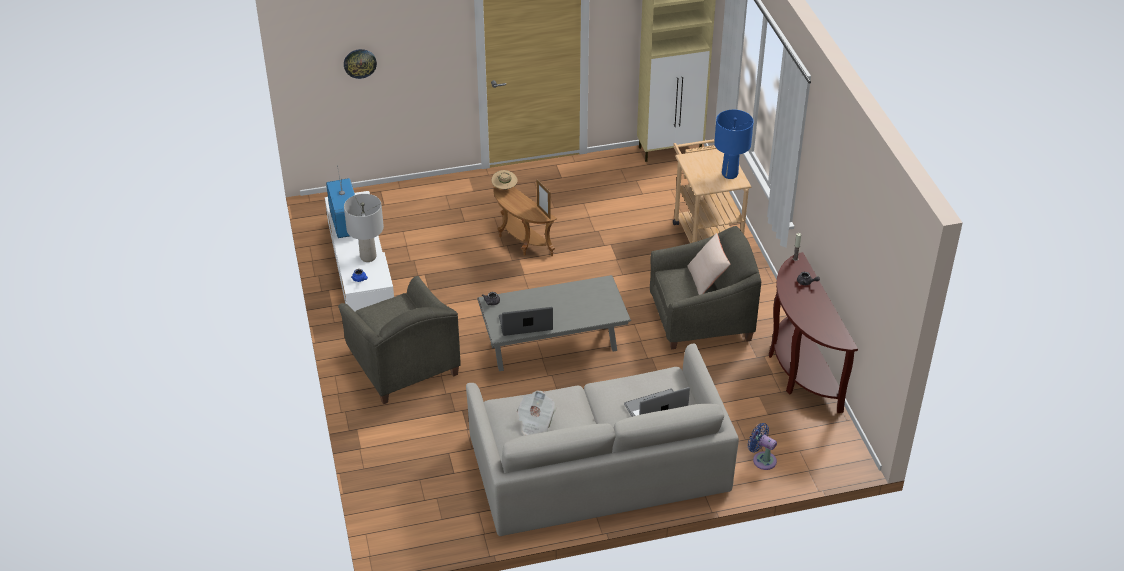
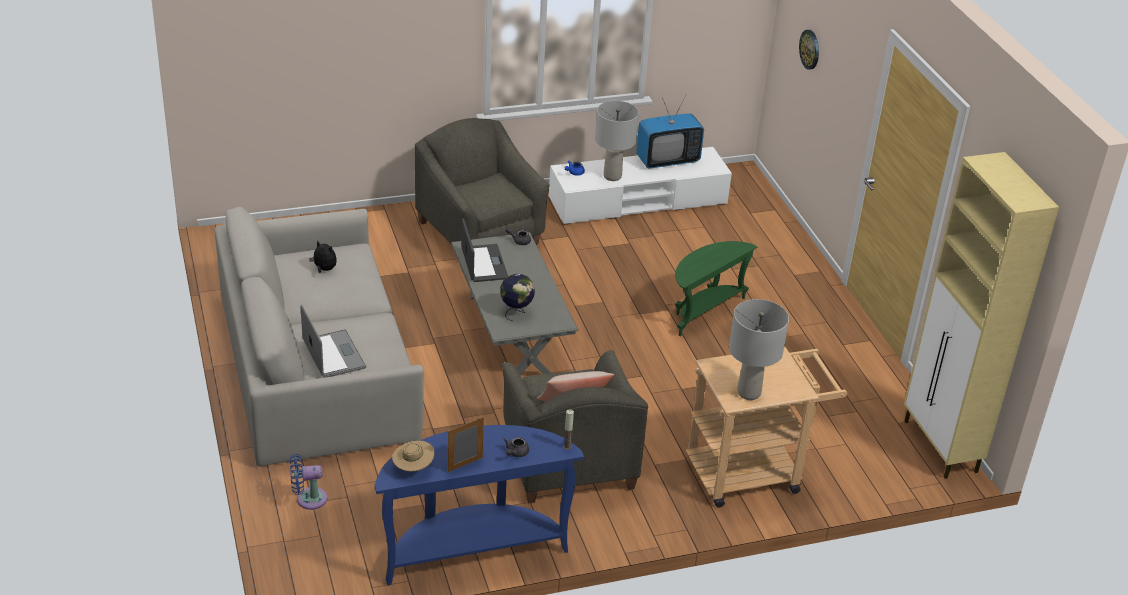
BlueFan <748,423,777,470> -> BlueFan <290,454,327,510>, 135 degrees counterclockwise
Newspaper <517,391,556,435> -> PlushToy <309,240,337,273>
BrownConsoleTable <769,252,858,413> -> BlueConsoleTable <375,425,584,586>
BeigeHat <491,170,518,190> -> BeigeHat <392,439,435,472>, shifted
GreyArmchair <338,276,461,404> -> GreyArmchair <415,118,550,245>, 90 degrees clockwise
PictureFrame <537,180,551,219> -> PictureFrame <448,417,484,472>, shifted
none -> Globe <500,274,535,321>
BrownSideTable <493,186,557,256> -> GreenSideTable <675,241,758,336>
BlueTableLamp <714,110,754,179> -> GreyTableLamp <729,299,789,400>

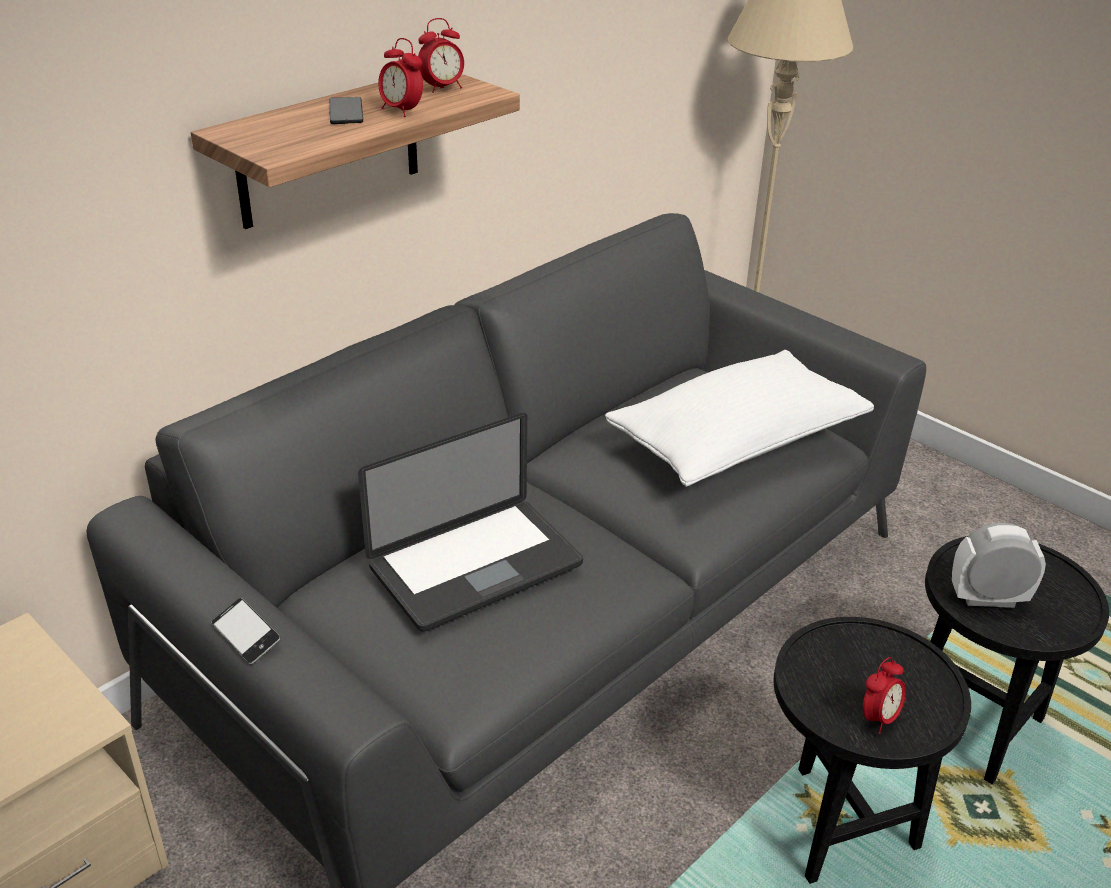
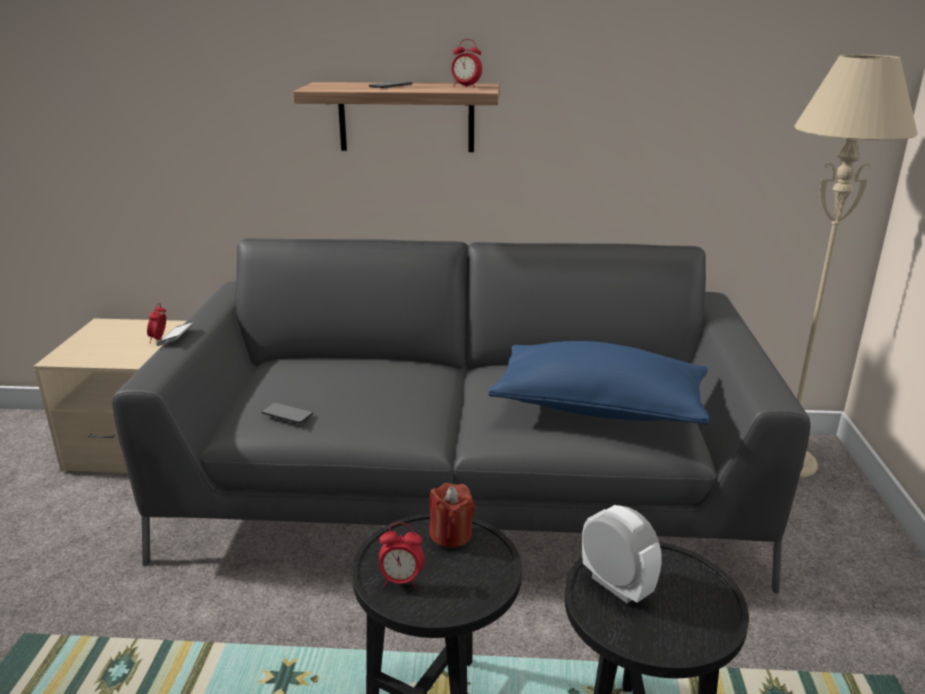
AlarmClock <378,38,423,117> -> AlarmClock <147,303,166,343>, shifted
none -> Phone <261,402,313,424>
none -> RedCandle <429,483,475,548>
WhitePillow <605,350,874,487> -> BluePillow <488,341,710,425>
Laptop <358,413,583,632> -> none

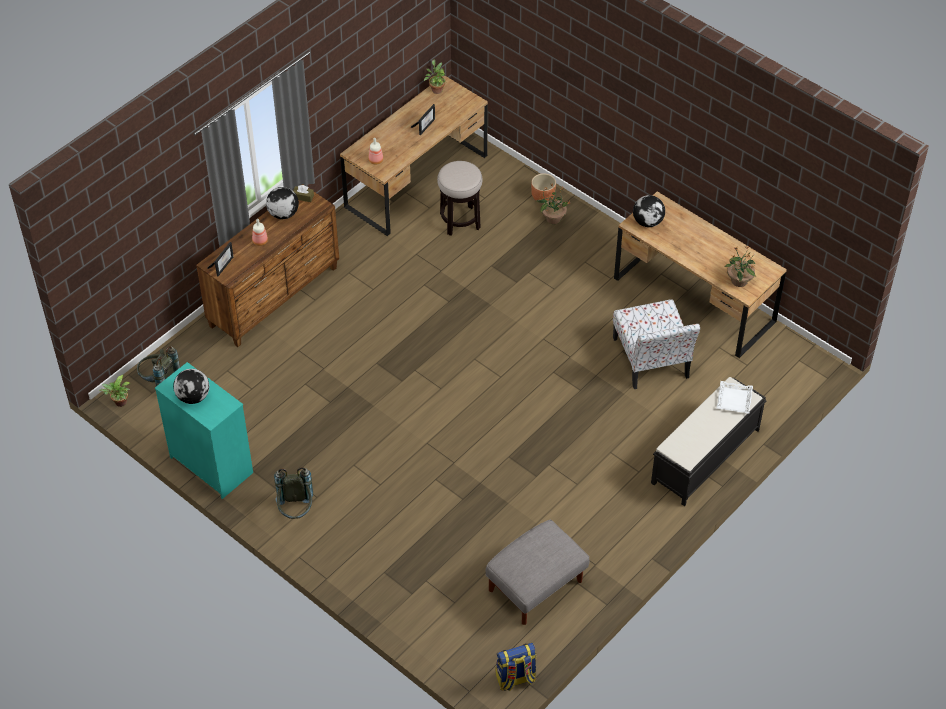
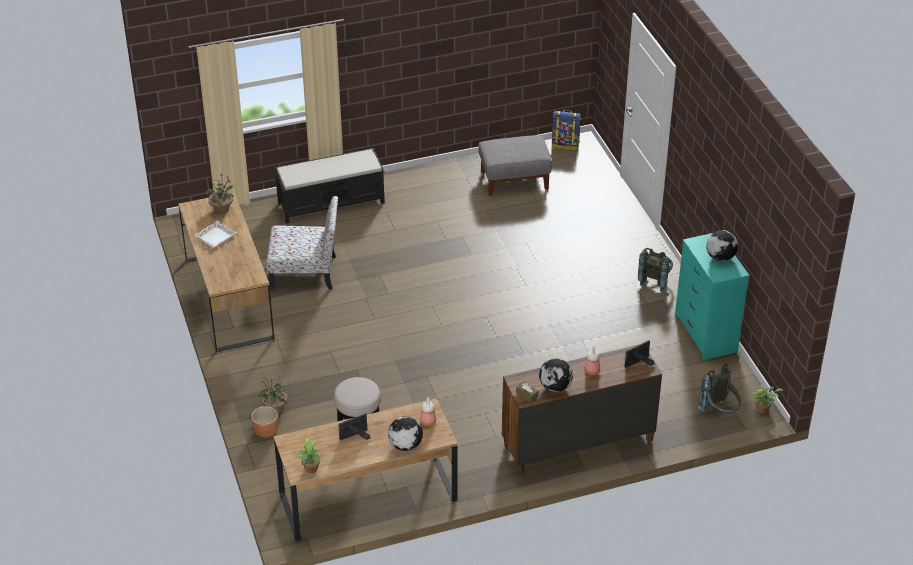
WhiteTray <716,381,753,413> -> WhiteTray <194,221,237,247>, shifted
Chair <613,299,700,389> -> Chair <266,196,338,290>, 75 degrees clockwise
Globe <633,195,665,227> -> Globe <388,416,423,451>, shifted

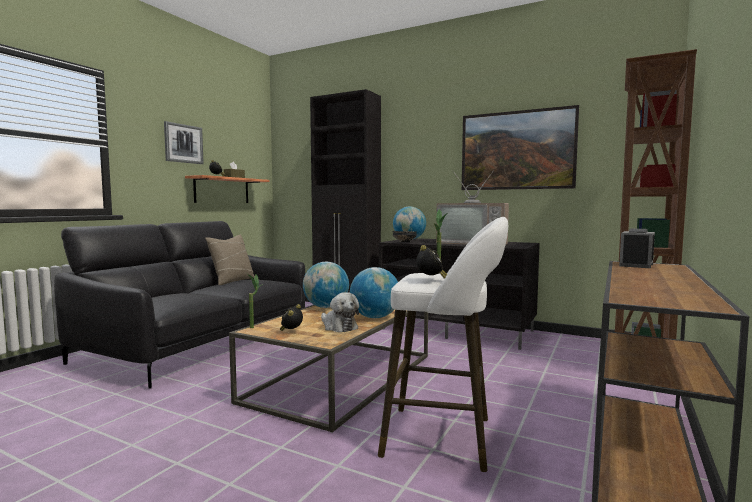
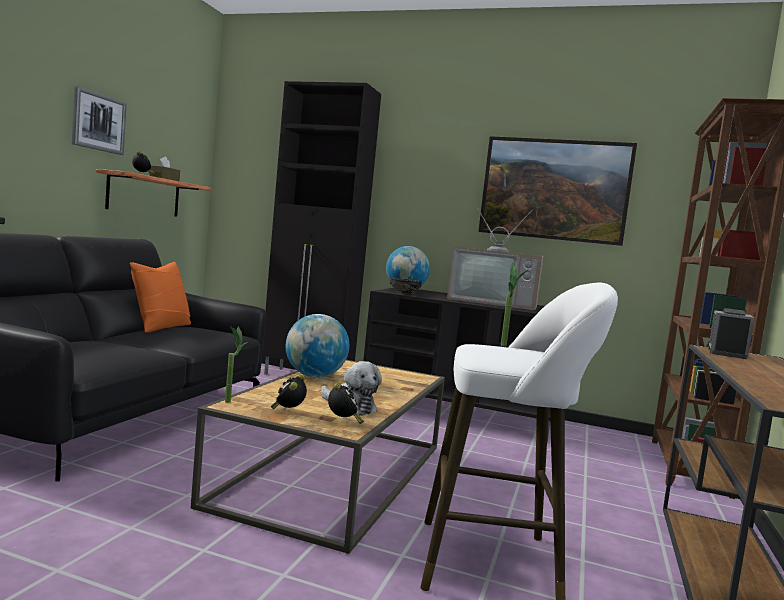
BeigePillow <205,235,255,285> -> OrangePillow <130,262,191,333>
AlarmClock <417,245,447,279> -> AlarmClock <328,383,364,424>, shifted
Globe <350,267,398,318> -> none

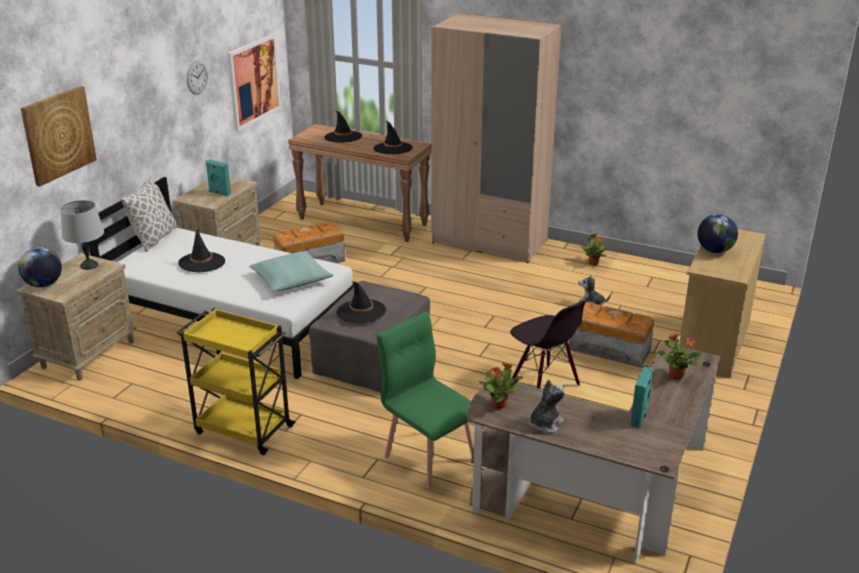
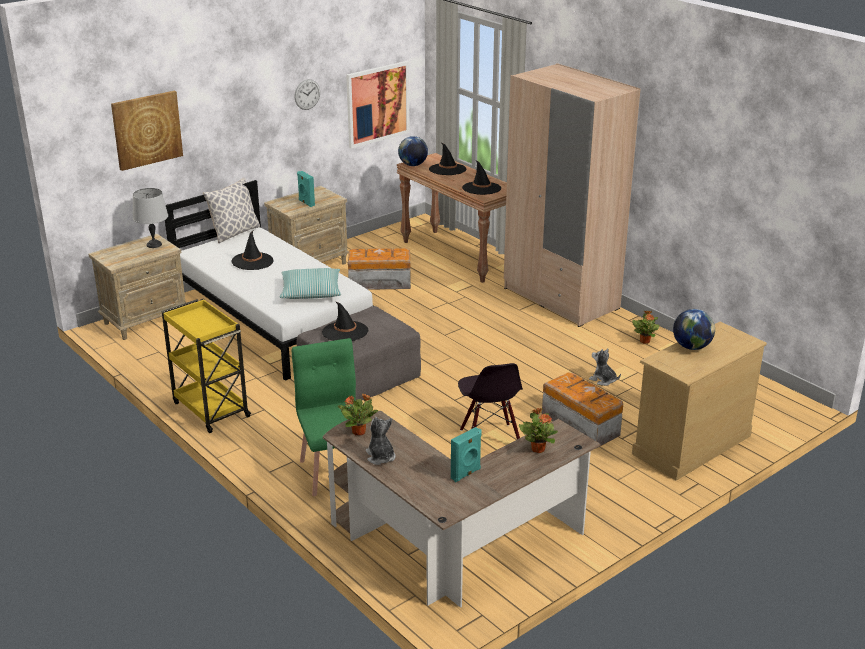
PlushToy <529,380,564,433> -> PlushToy <366,417,396,465>, 90 degrees counterclockwise
Globe <18,247,62,287> -> Globe <398,136,428,166>, shifted

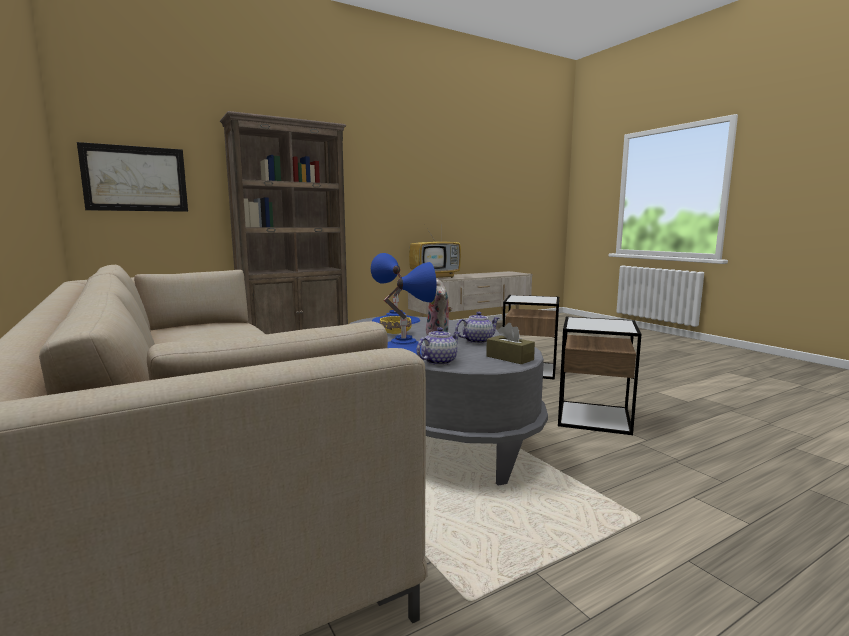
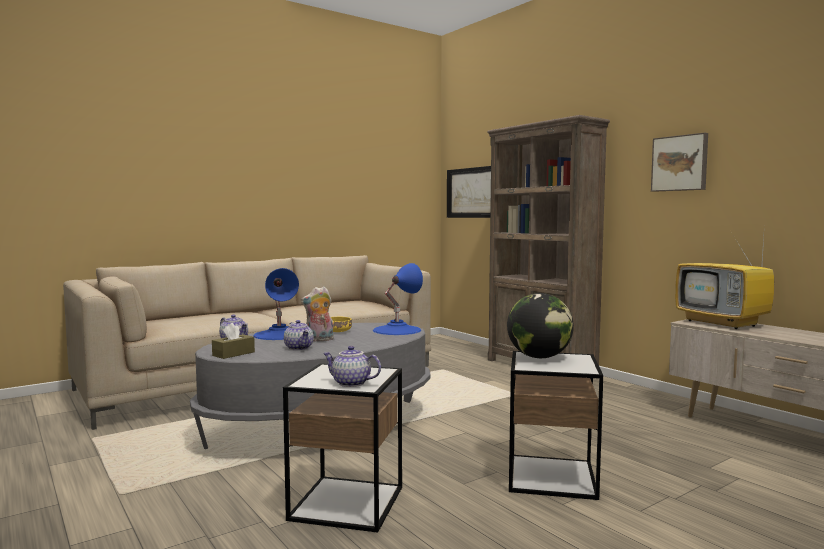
none -> Teapot <323,346,381,387>
none -> Globe <507,293,574,358>
none -> Picture <651,133,708,192>

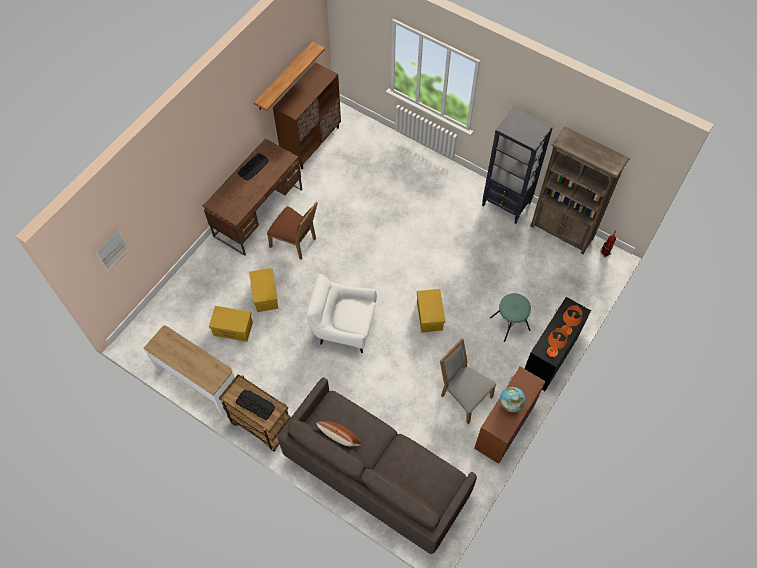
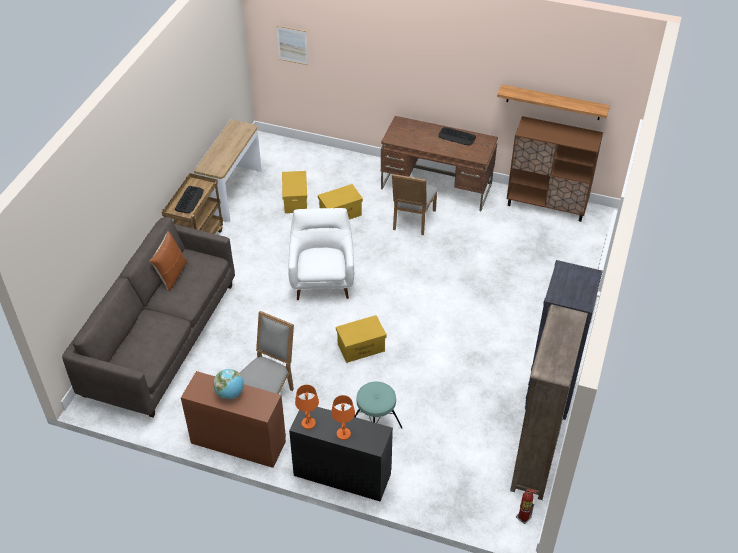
BrownChair <267,201,318,260> -> GreyChair <392,174,438,235>

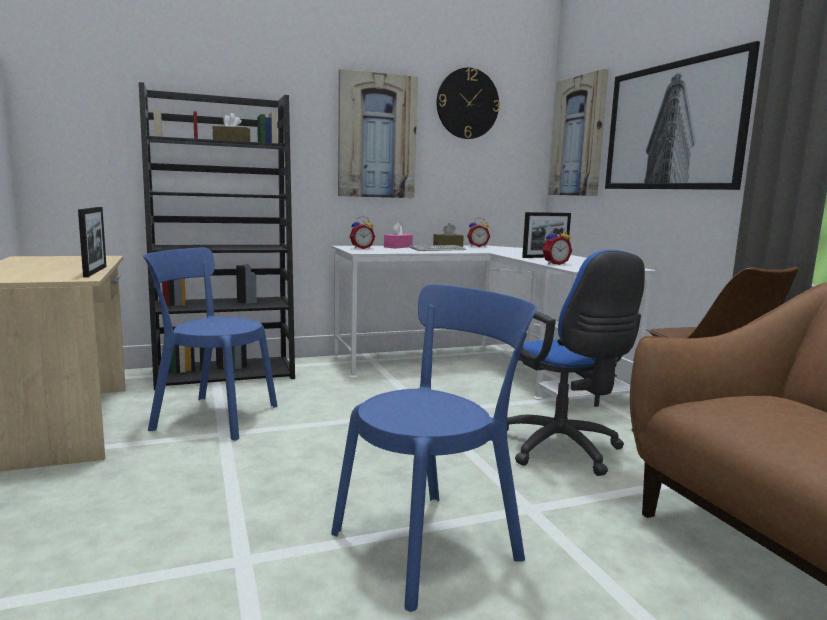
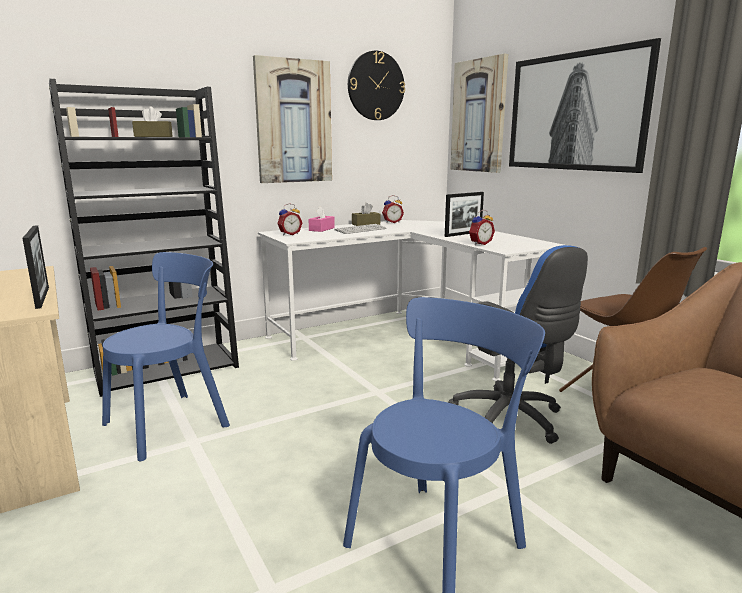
BlueChair <142,248,277,440> -> BlueChair <102,252,230,462>, 135 degrees clockwise

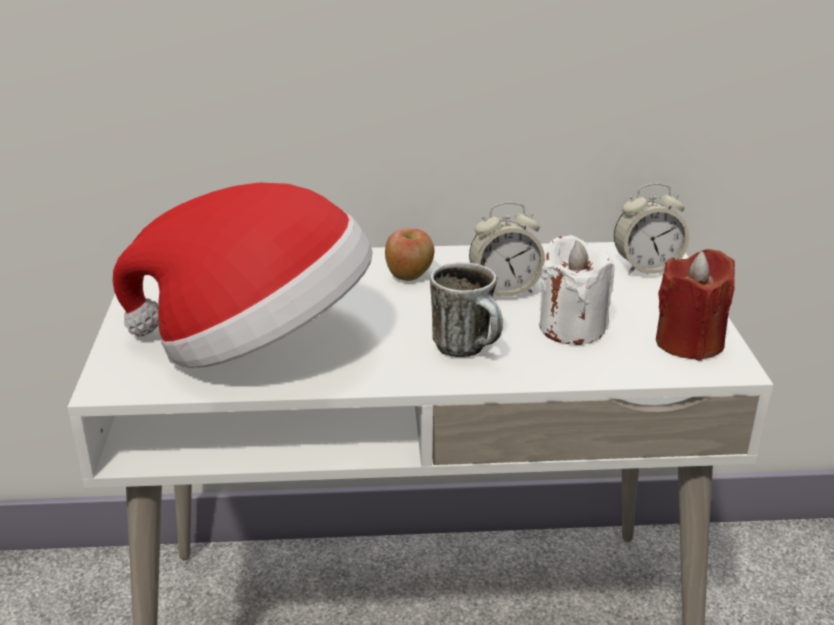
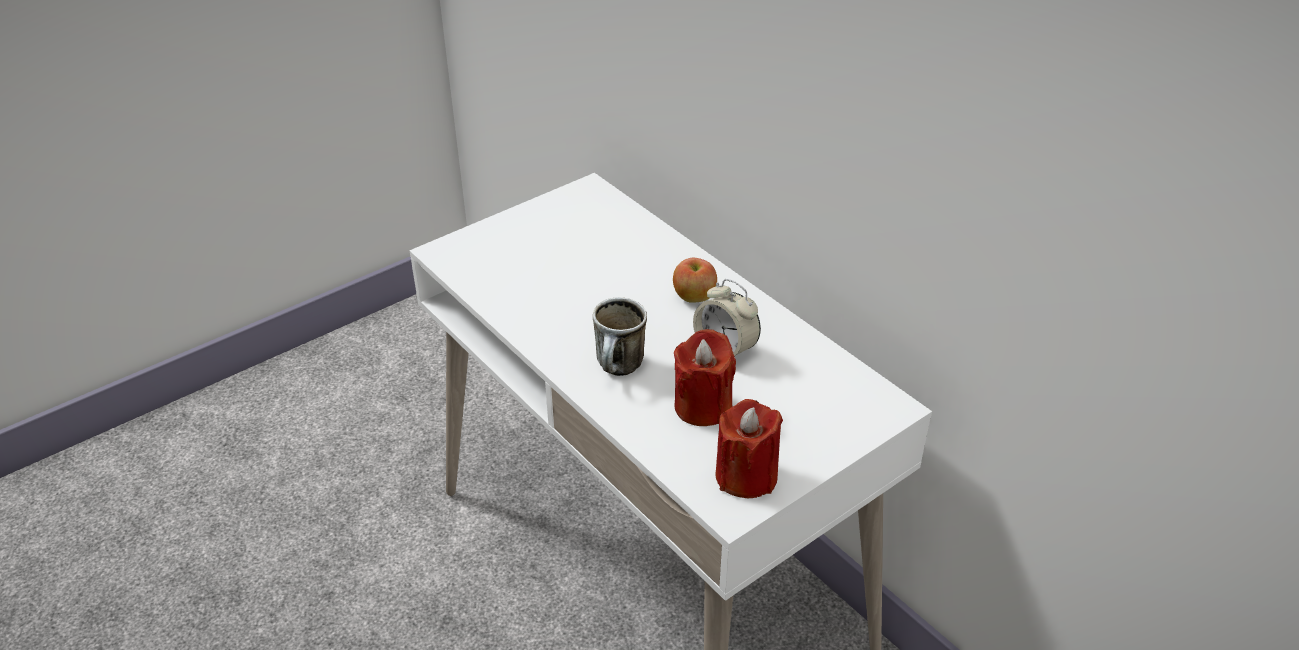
WhiteCandle <540,235,614,345> -> RedCandle <674,329,736,426>
Hat <113,183,373,368> -> none
AlarmClock <614,183,689,275> -> none

